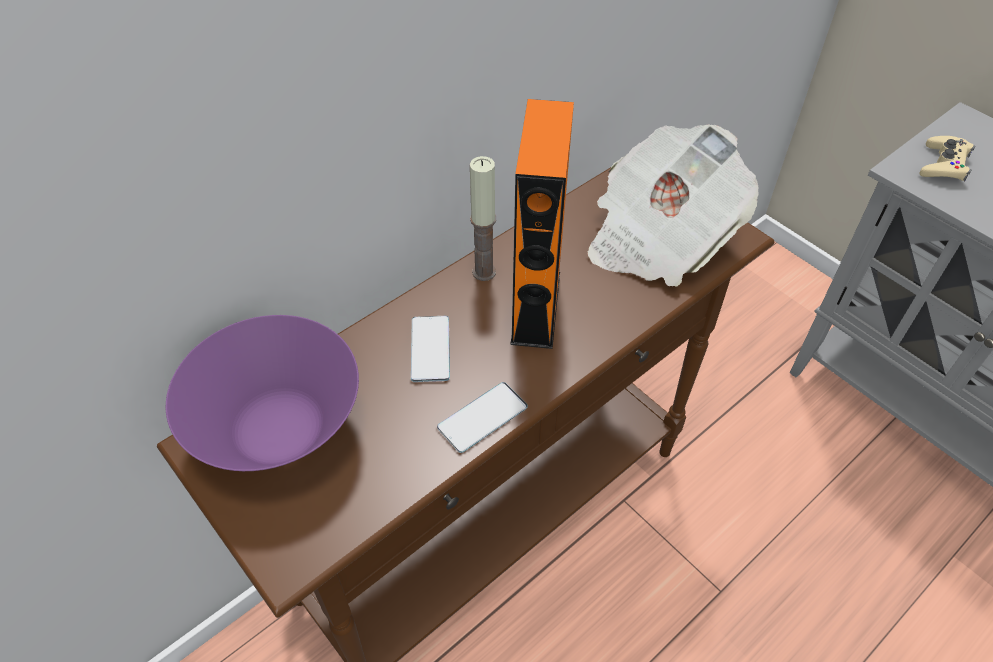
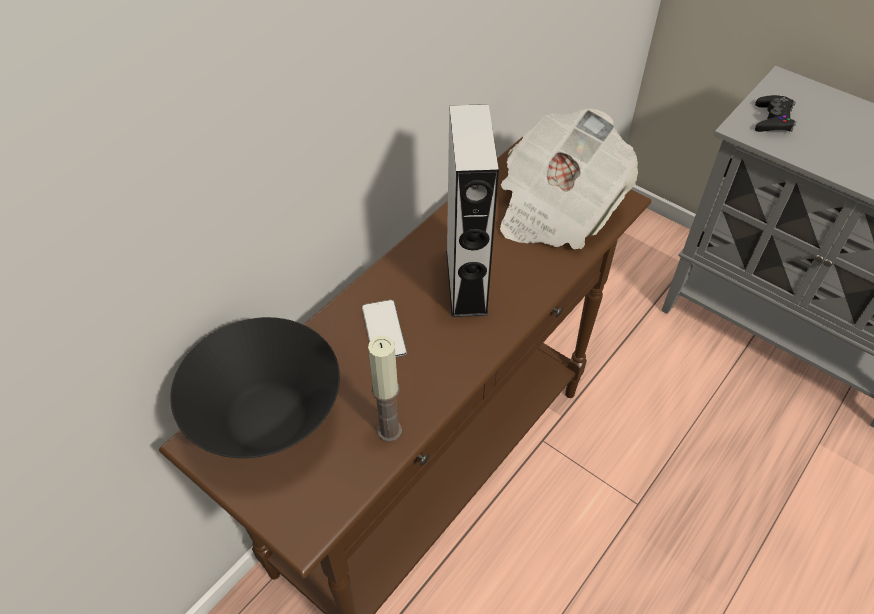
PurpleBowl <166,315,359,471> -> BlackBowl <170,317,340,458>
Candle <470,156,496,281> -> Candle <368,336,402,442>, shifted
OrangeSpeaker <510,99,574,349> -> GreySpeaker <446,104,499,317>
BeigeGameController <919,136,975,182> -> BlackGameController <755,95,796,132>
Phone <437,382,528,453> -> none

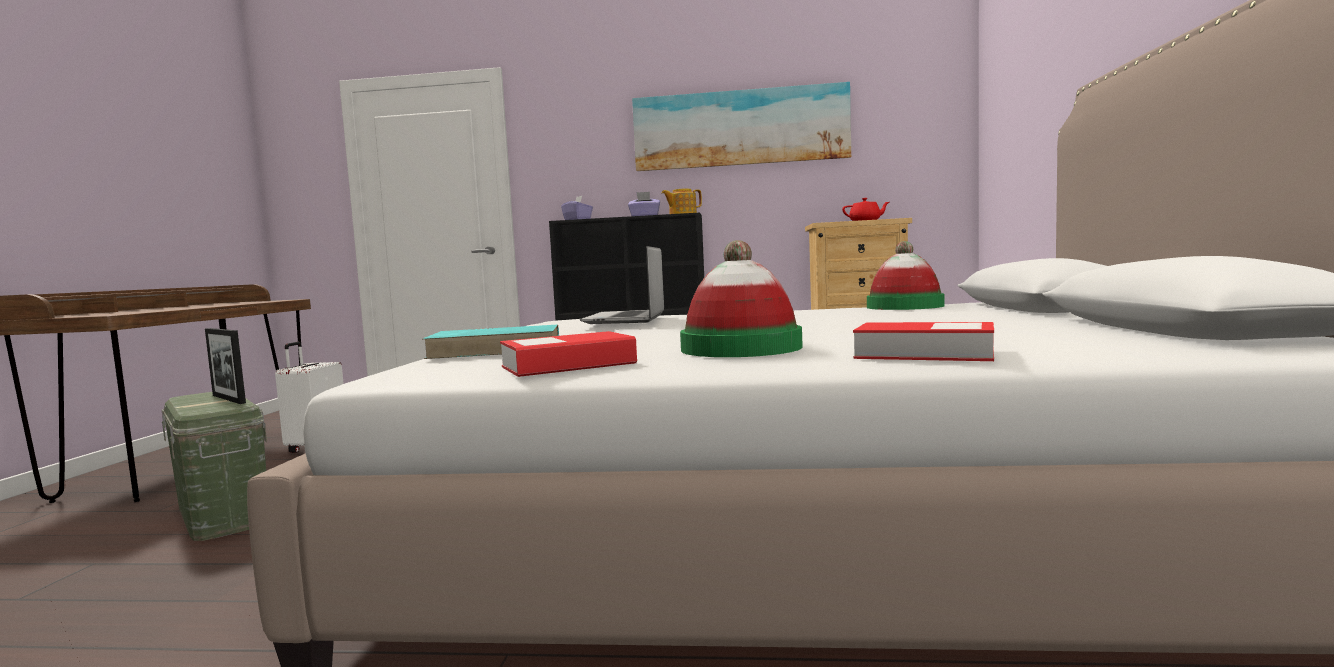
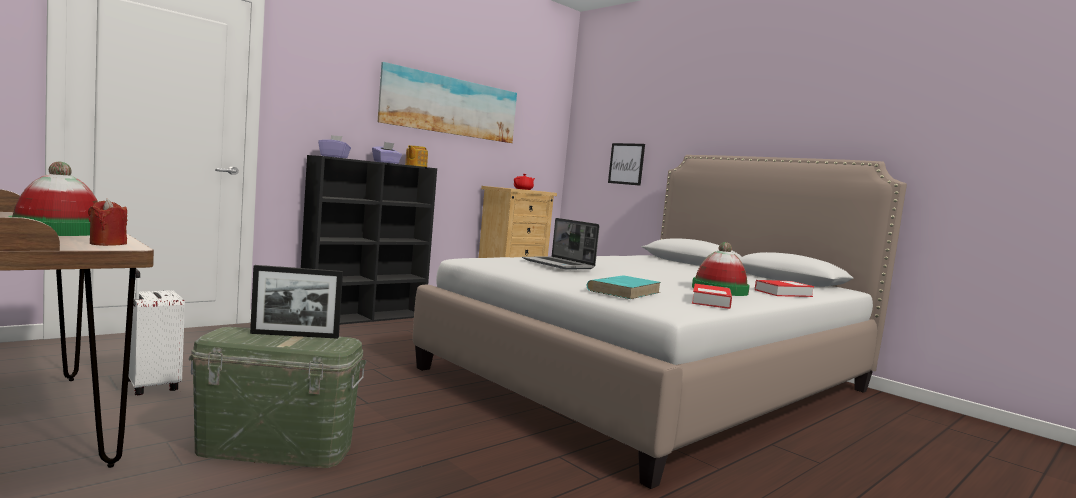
Hat <867,241,945,310> -> Hat <9,162,98,236>, shifted
none -> RedCandle <88,199,127,246>
none -> Picture <608,143,645,186>

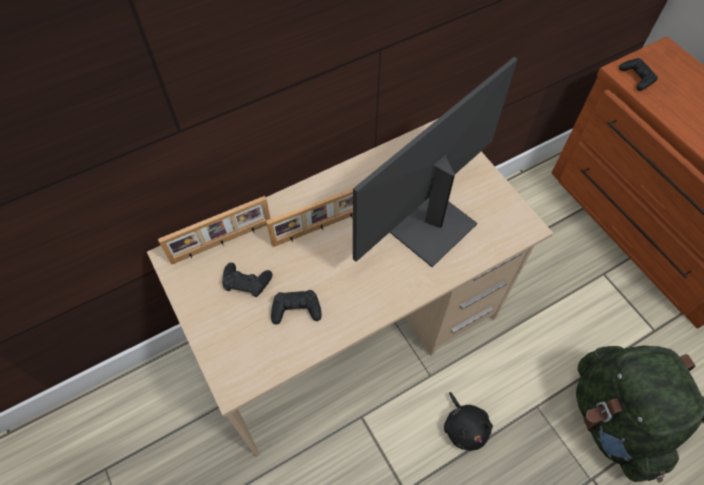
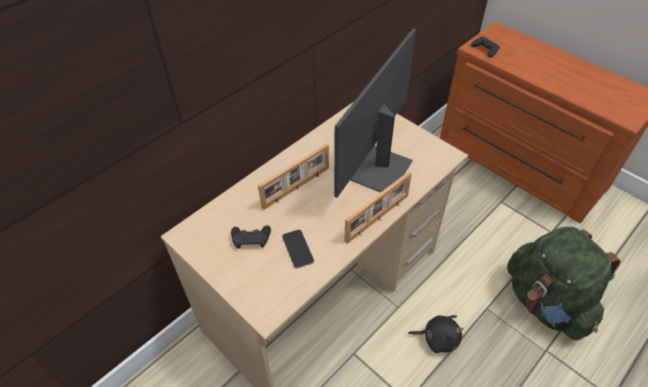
BlackGameController <271,290,322,324> -> Phone <282,230,314,268>
PictureFrame <158,196,271,265> -> PictureFrame <344,171,412,244>, shifted
BlackPlushToy <444,392,493,451> -> BlackPlushToy <408,315,464,353>, 45 degrees counterclockwise

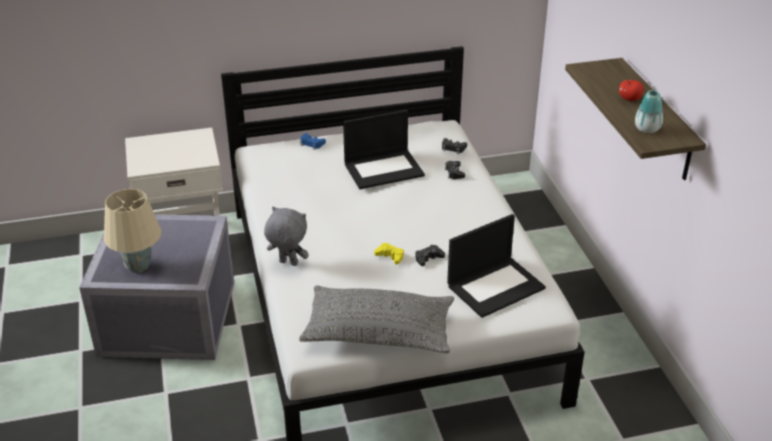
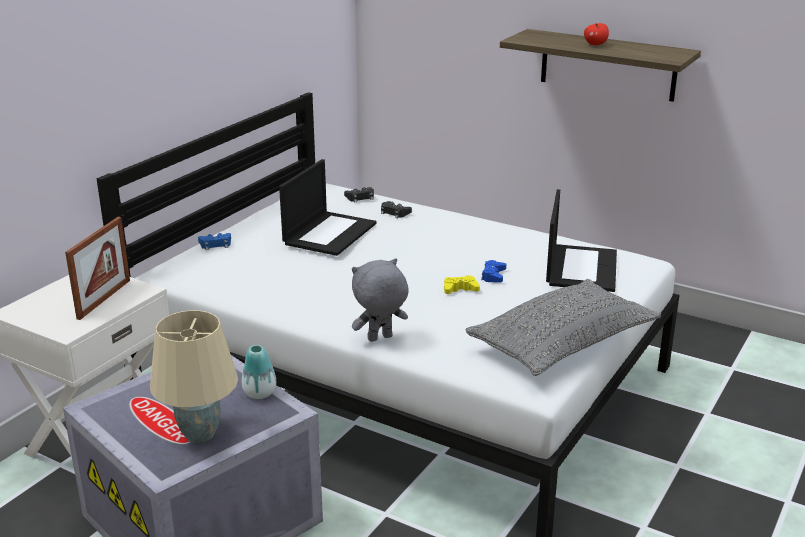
none -> PictureFrame <65,217,130,320>
Vase <635,90,663,133> -> Vase <242,345,276,399>, shifted
BlackGameController <416,245,445,266> -> BlueGameController <481,260,506,283>

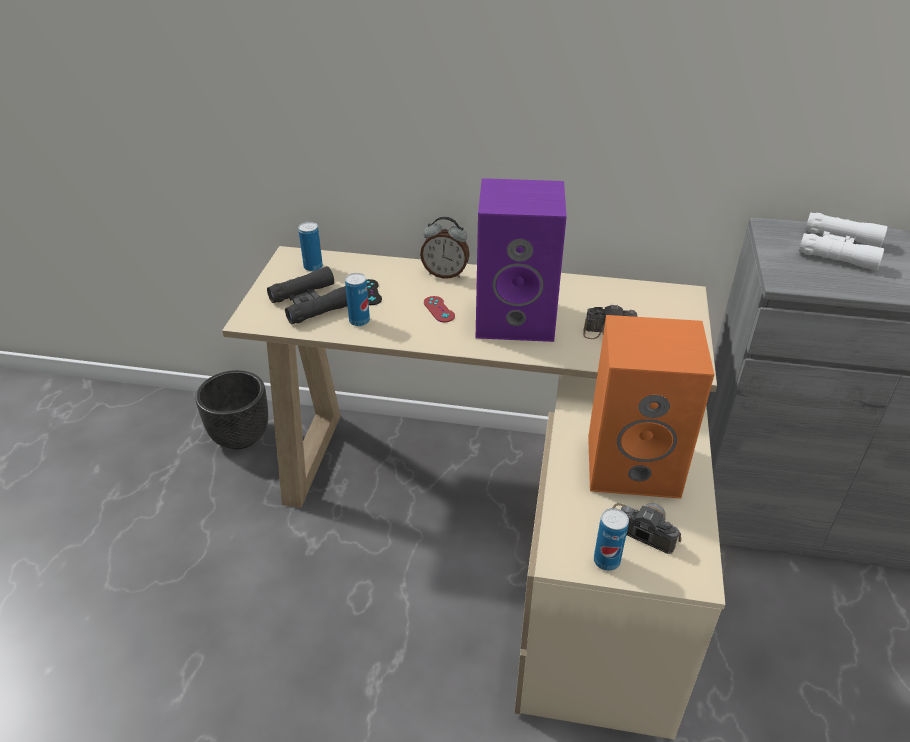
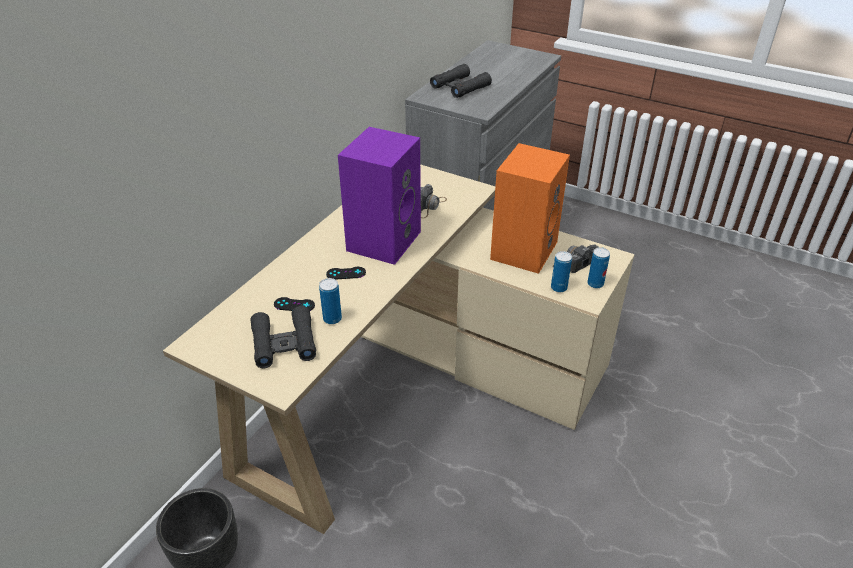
RedGameController <424,296,455,322> -> BlackGameController <326,267,366,280>
WhiteBinoculars <798,212,887,270> -> BlackBinoculars <430,64,492,98>
Can <298,222,323,272> -> Can <551,251,572,292>, shifted
AlarmClock <420,217,470,279> -> none

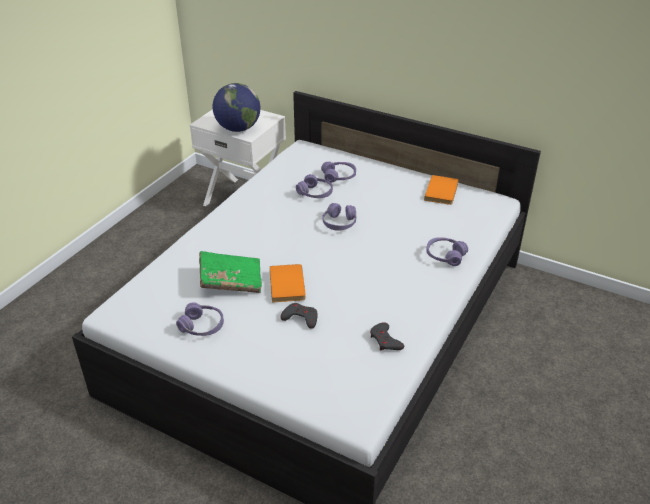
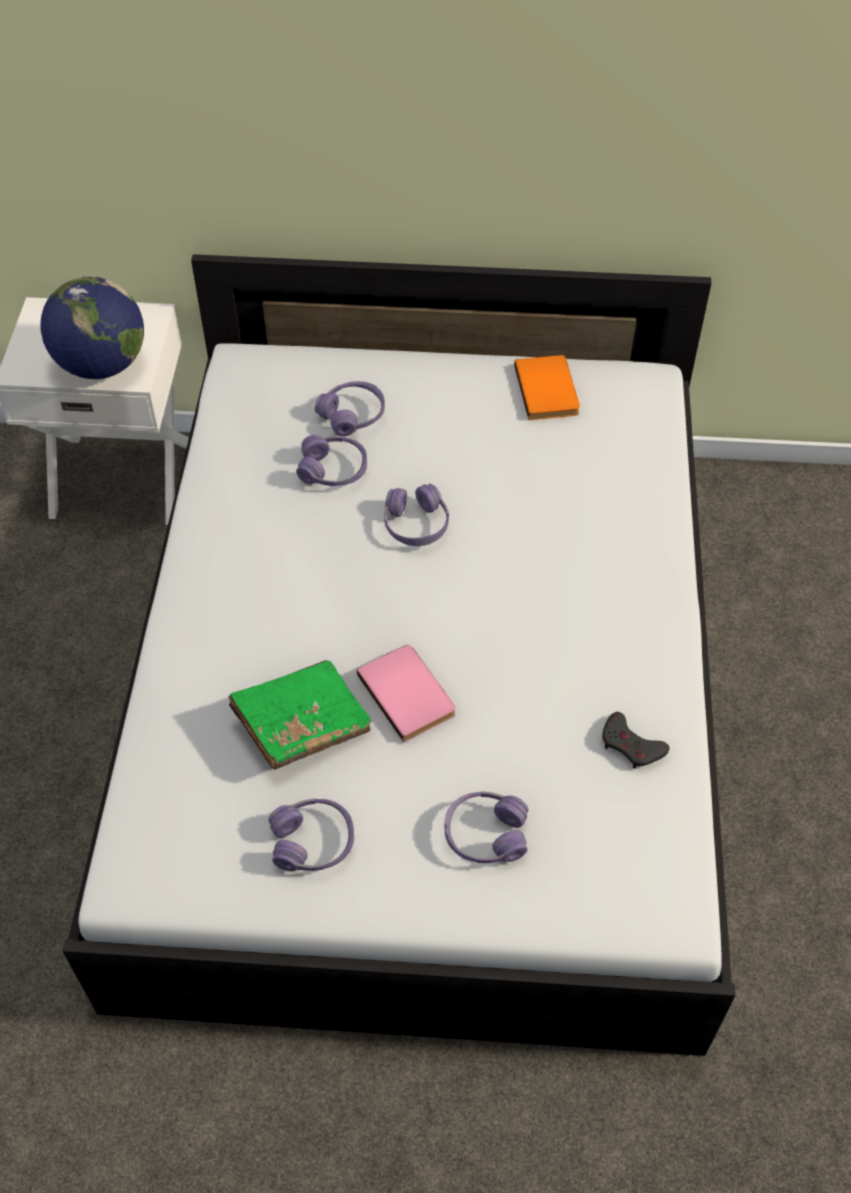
OrangeBook <270,264,306,302> -> PinkBook <357,645,455,742>
PurpleHeadphones <426,237,468,266> -> PurpleHeadphones <444,792,529,863>, shifted
GreyGameController <280,303,318,329> -> none

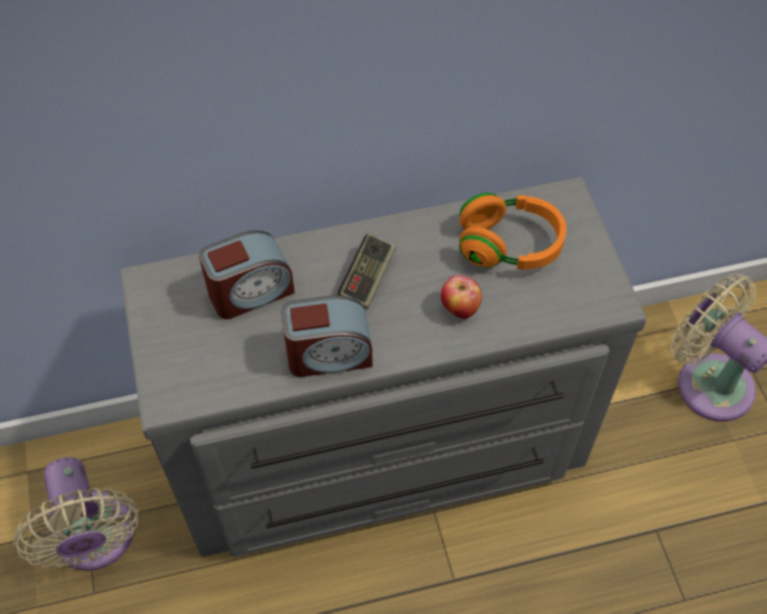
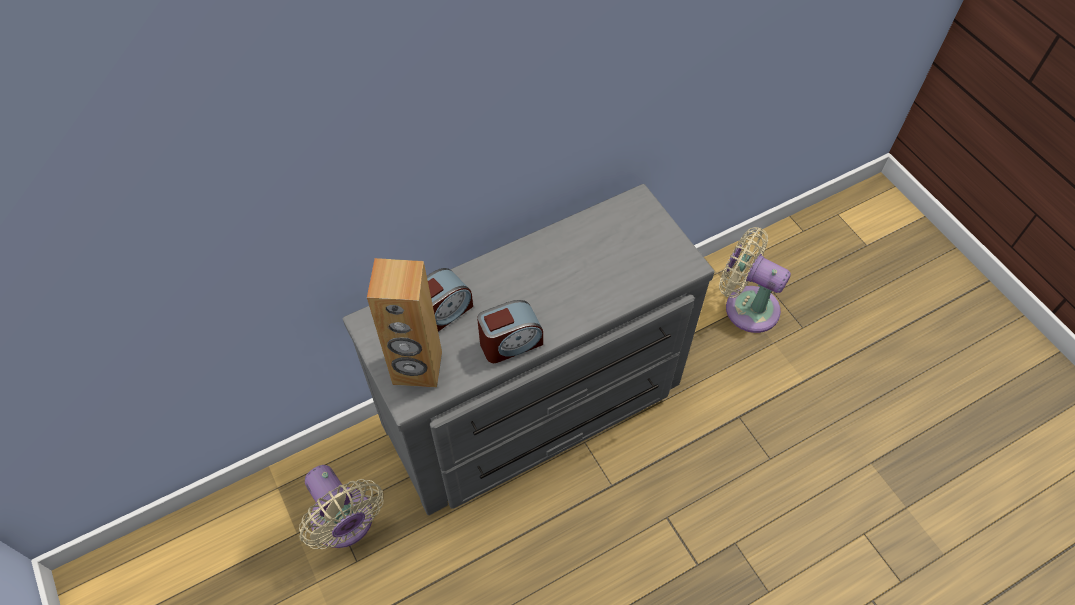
none -> BrownSpeaker <367,258,442,388>
GameController <338,233,396,310> -> none
Apple <441,275,482,319> -> none
OrangeHeadphones <459,193,566,270> -> none

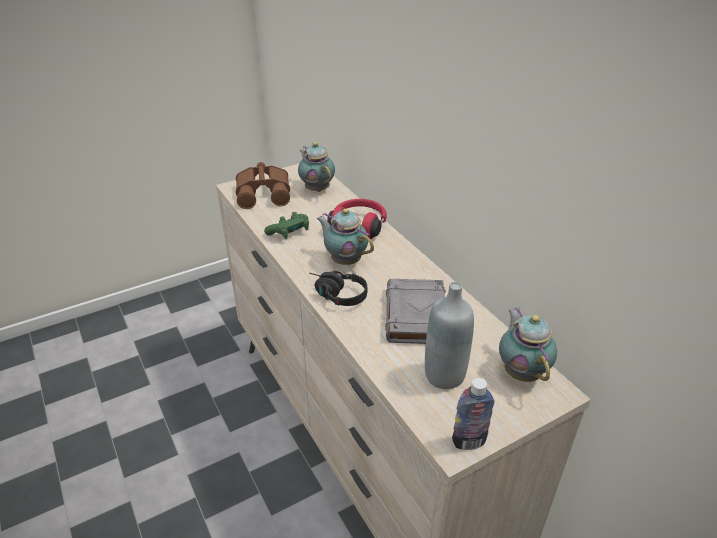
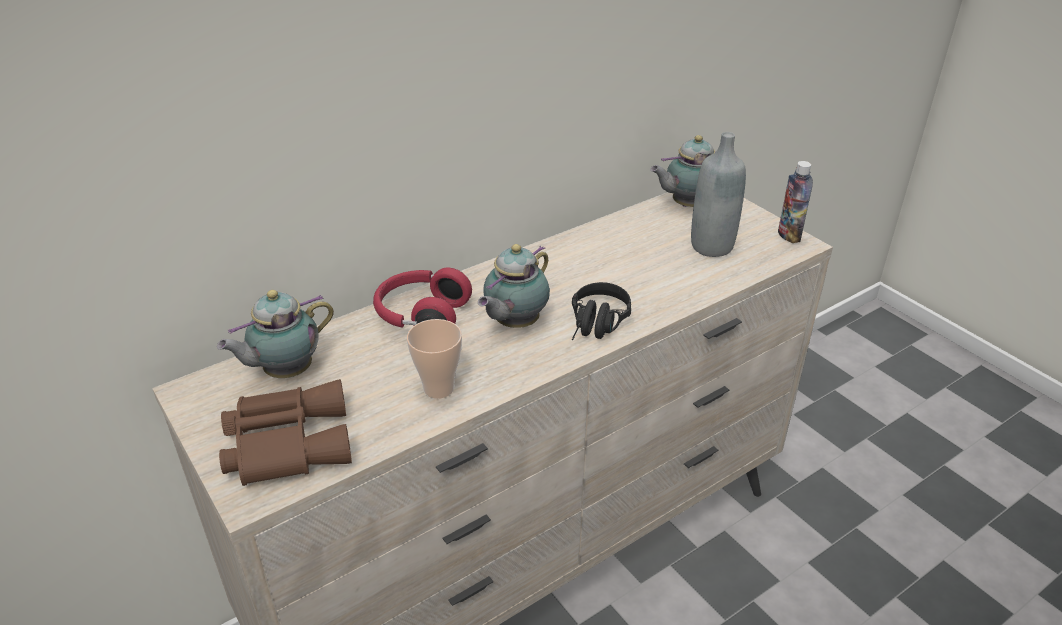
GreenGameController <264,212,309,239> -> Cup <407,319,462,399>
GreyBook <385,279,445,344> -> none

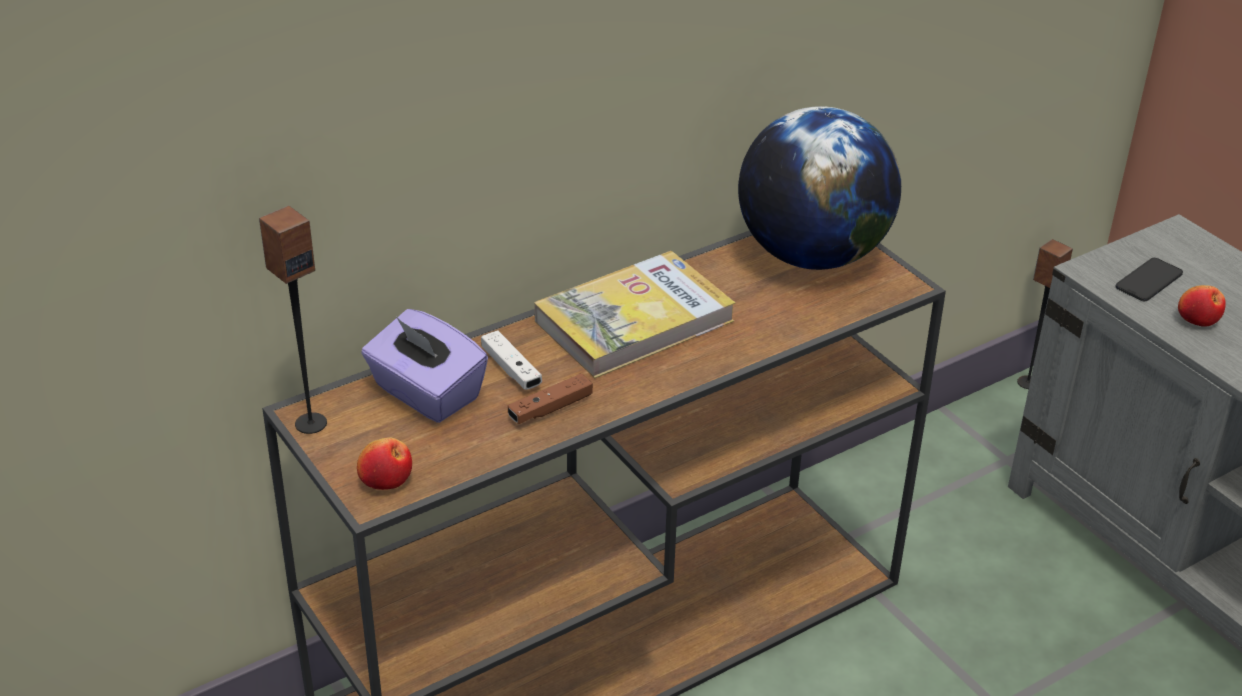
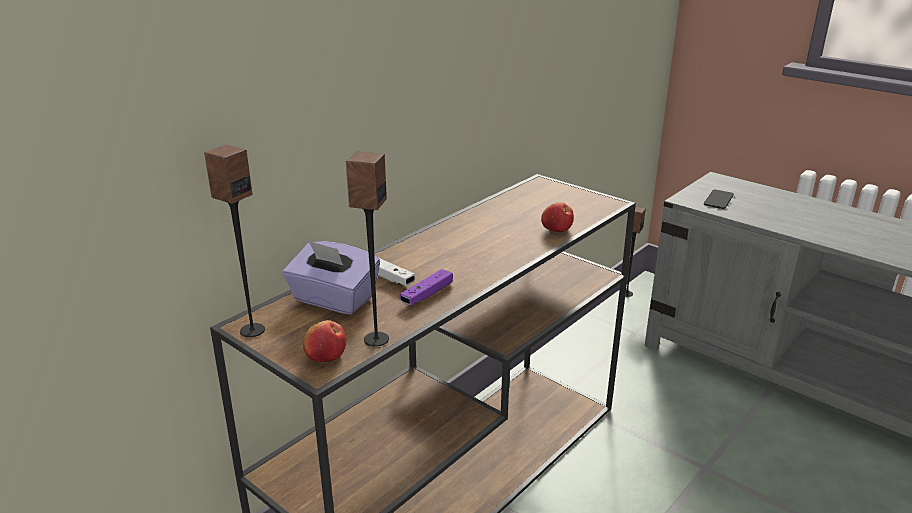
none -> Speaker <346,151,389,347>
BrownGameController <508,373,593,424> -> PurpleGameController <400,269,453,305>
Apple <1178,285,1226,327> -> Apple <541,202,574,232>, shifted
Book <534,251,736,378> -> none
Globe <738,106,901,270> -> none

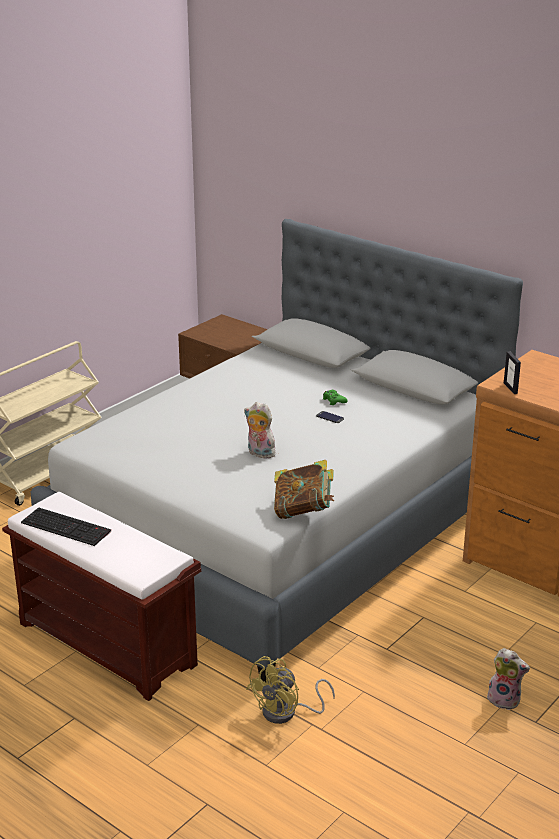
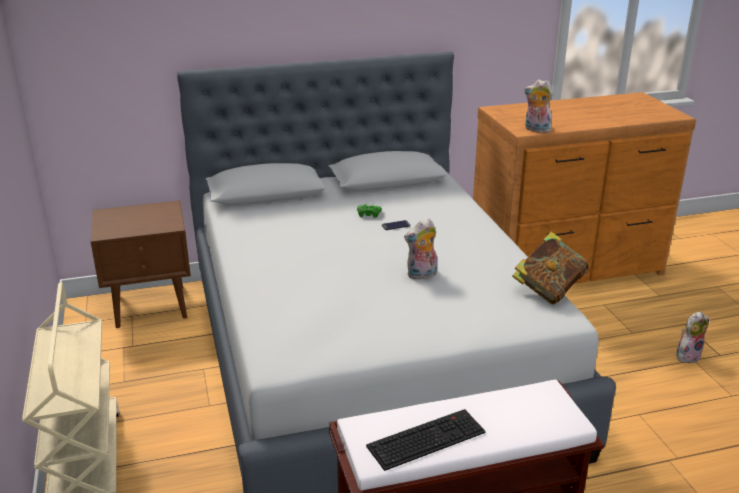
PictureFrame <504,351,521,394> -> PlushToy <524,79,553,133>
YellowFan <246,656,335,724> -> none

